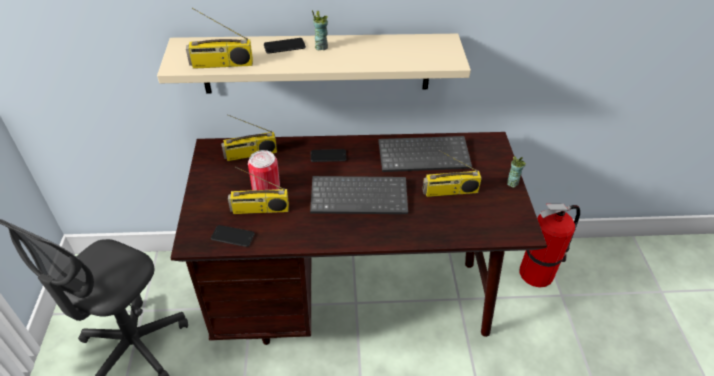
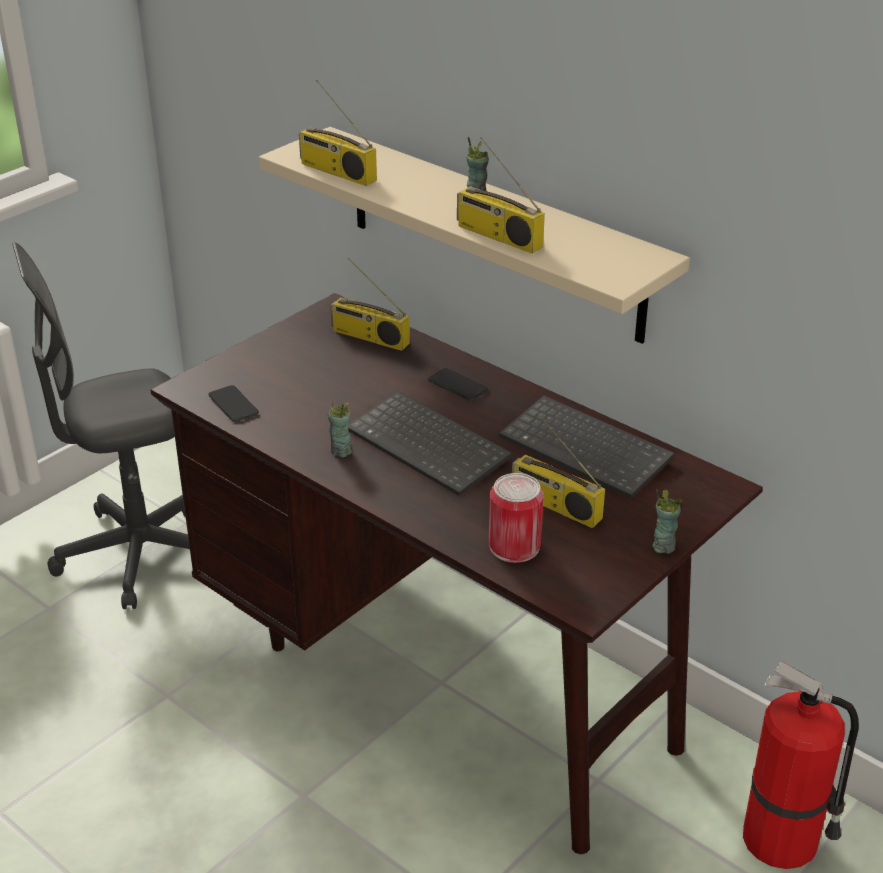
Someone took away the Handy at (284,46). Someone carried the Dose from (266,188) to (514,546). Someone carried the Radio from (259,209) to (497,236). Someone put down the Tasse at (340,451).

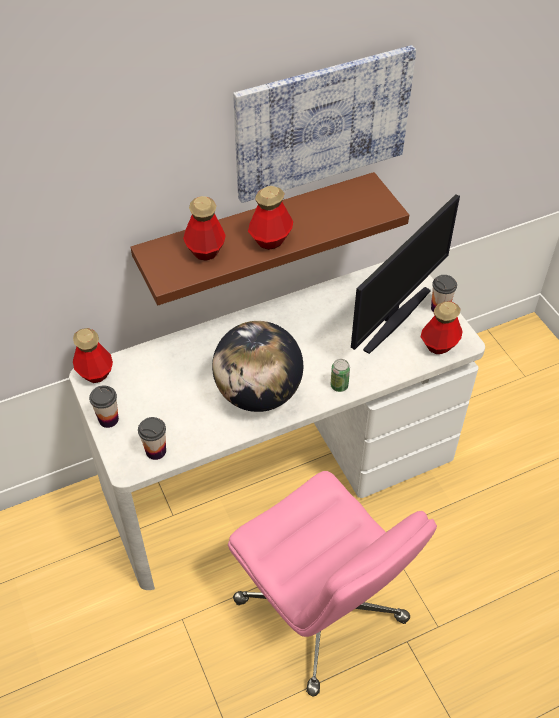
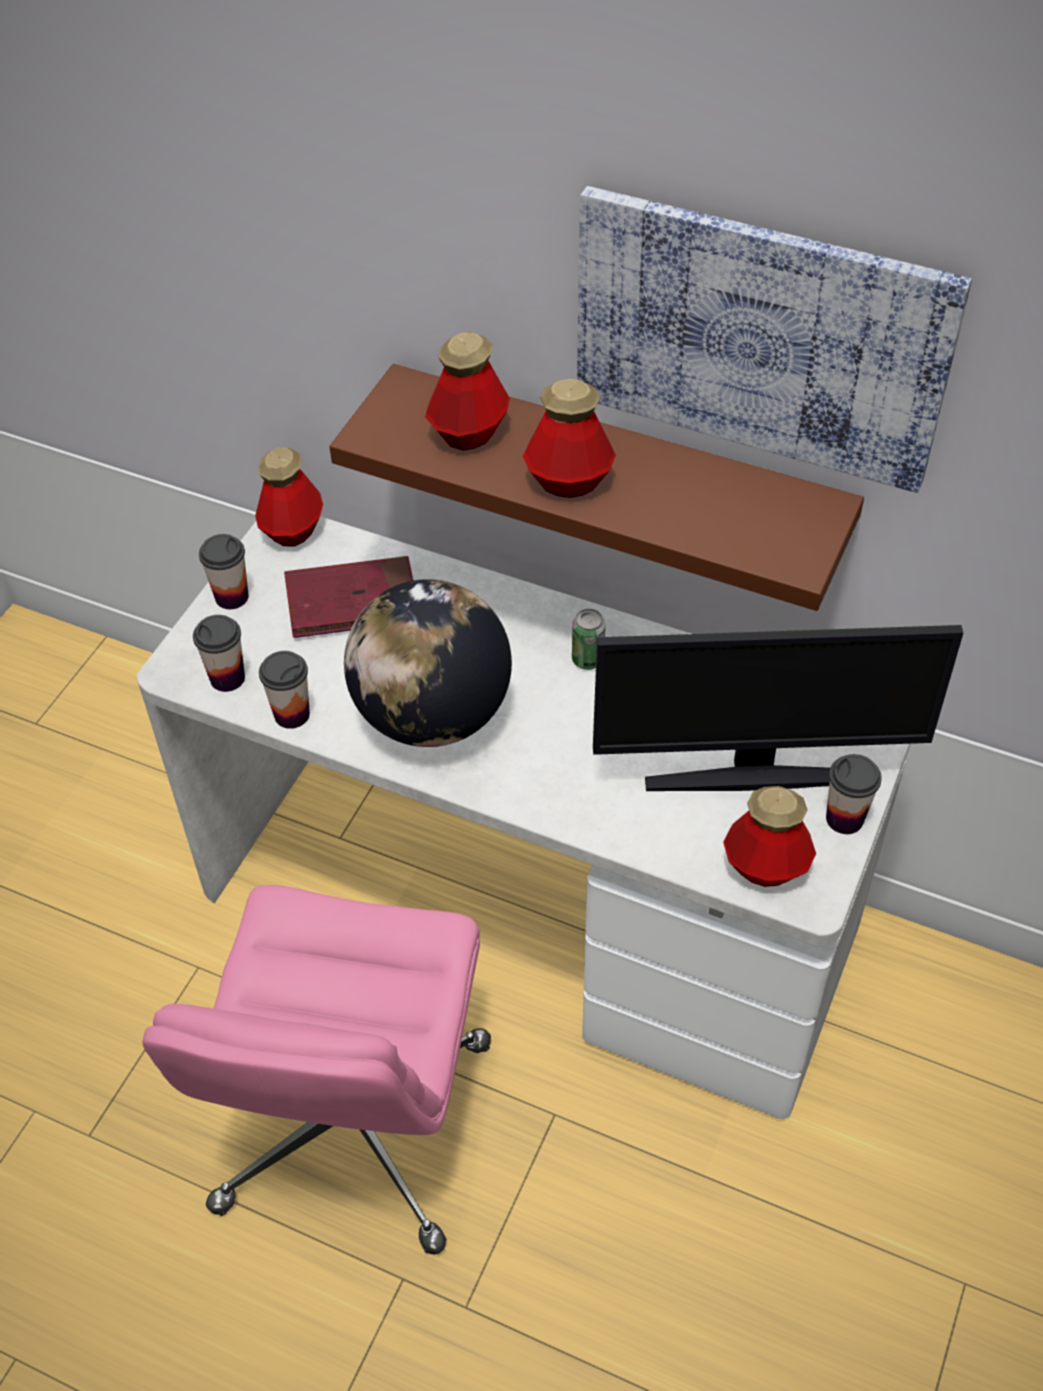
Someone carried the Dose from (339,386) to (587,659). Someone put down the Buch [rot] at (352,602). Someone put down the Tasse at (292,714).

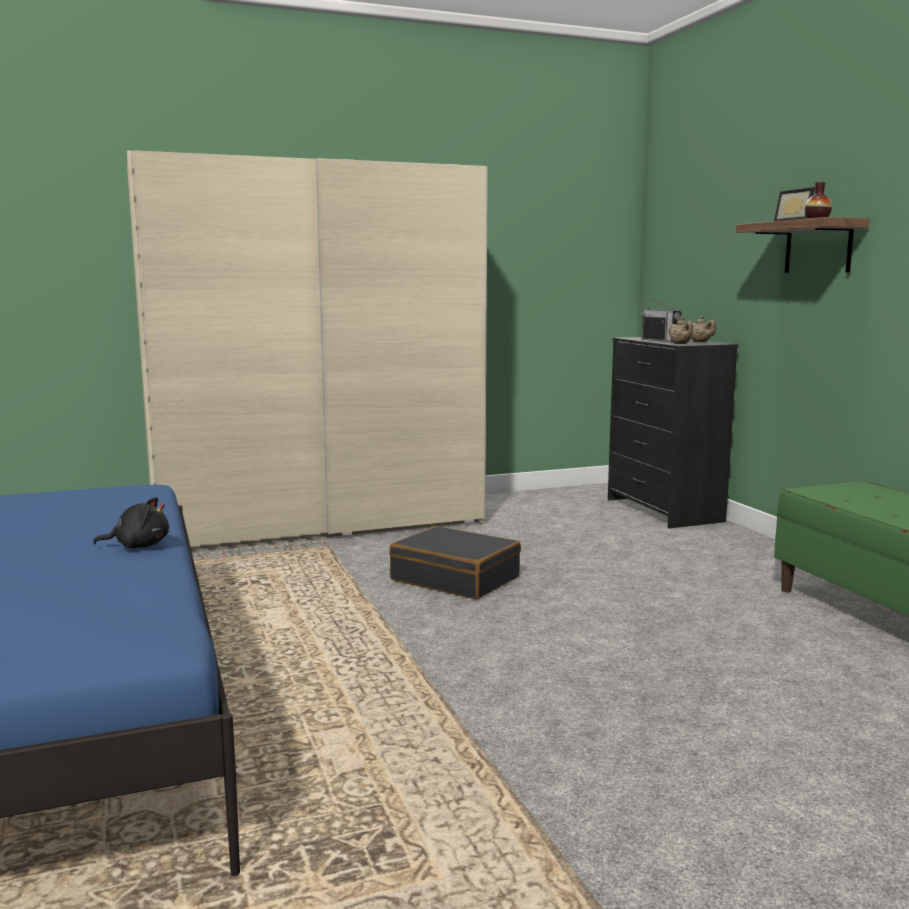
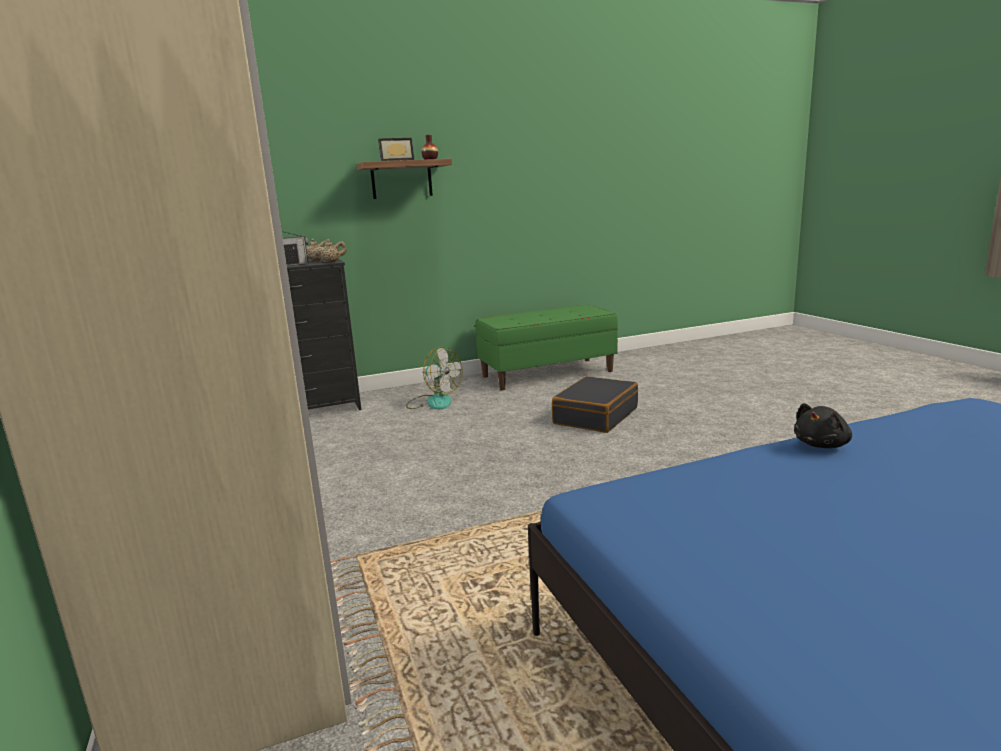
Someone rotated the Plüschtier [schwarz] at (138,546) by 120 degrees counterclockwise. Someone carried the Koffer [schwarz] from (455,578) to (595,416). Someone put down the Ventilator at (433,402).

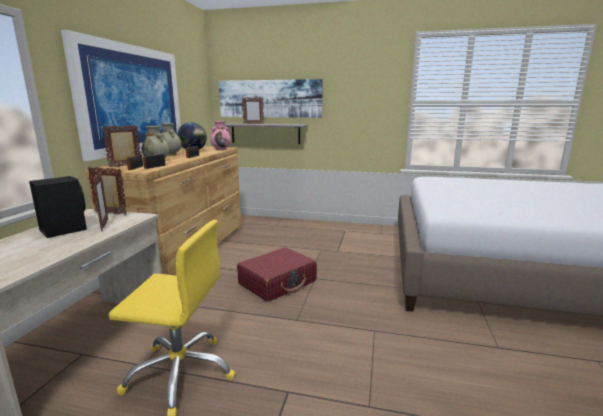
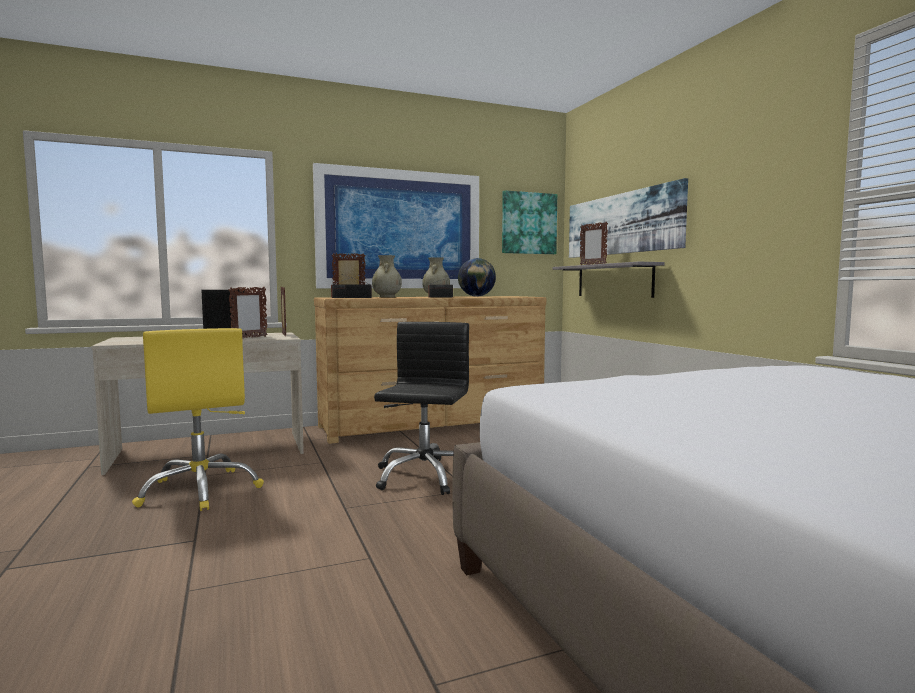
Someone took away the Vase [rosa] at (221,149). Someone swapped the Koffer [rot] at (278,282) for the Bürostuhl [schwarz] at (424,476). Someone put up the Bild at (528,223).

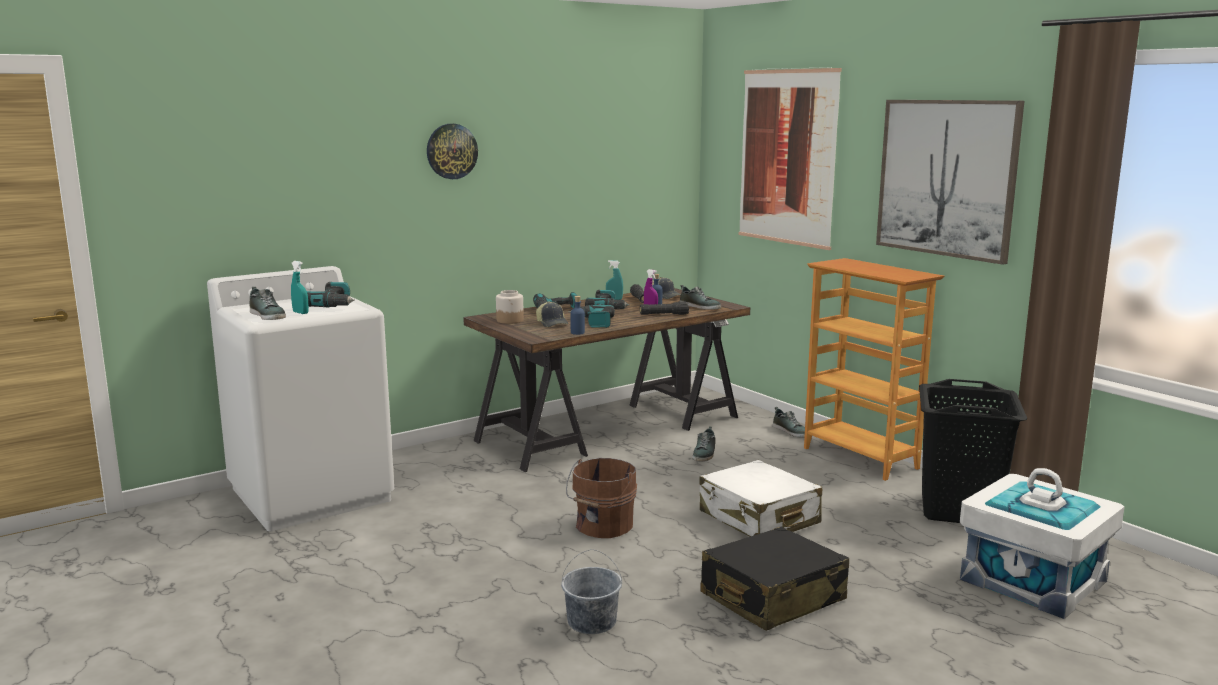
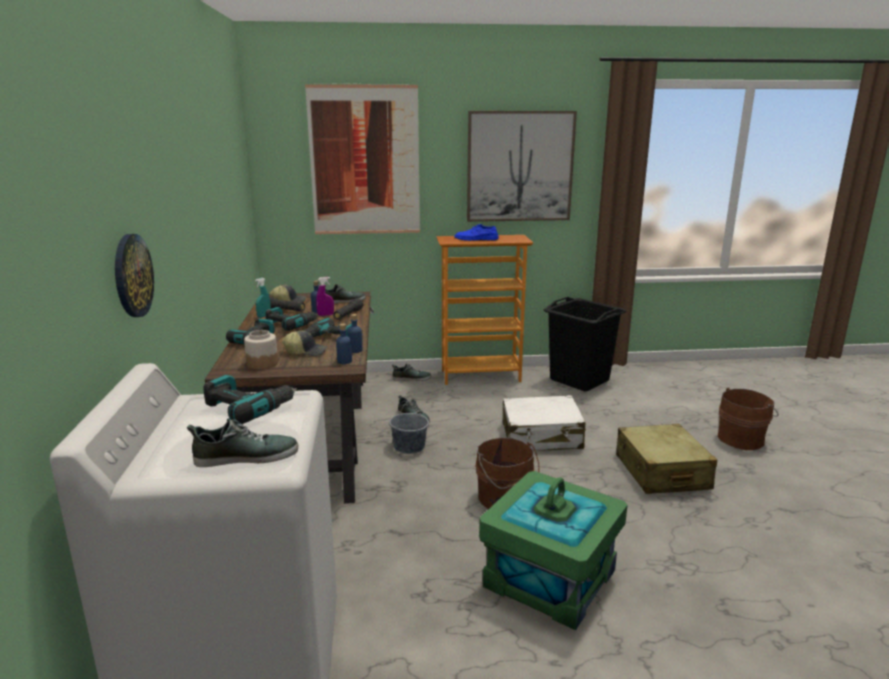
Someone carried the Wanduhr from (451,151) to (132,275). Someone took away the Sprühflasche [türkis] at (300,313). Someone took away the Aufbewahrungsbox [weiß] at (1033,580). Someone repainted the Koffer [schwarz] at (772,597), which became the Koffer [beige] at (661,472). Someone carried the Eimer [grau] from (591,621) to (409,446). Someone put down the Schuh [blau] at (476,239). Someone put down the Flasche [blau] at (344,361). Someone put down the Eimer [braun] at (742,439). Someone put down the Aufbewahrungsbox [grün] at (549,578).

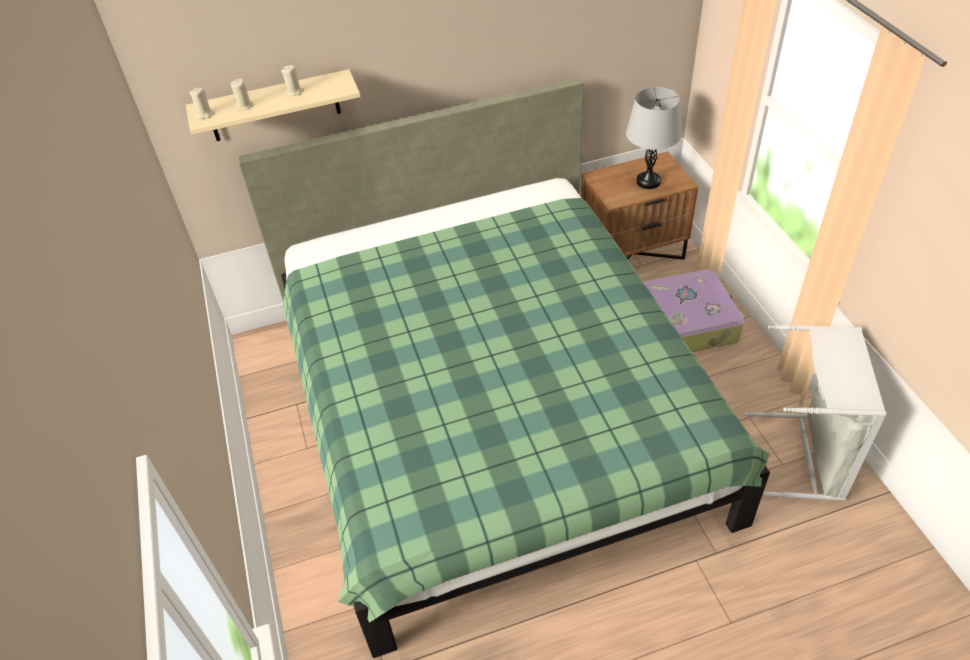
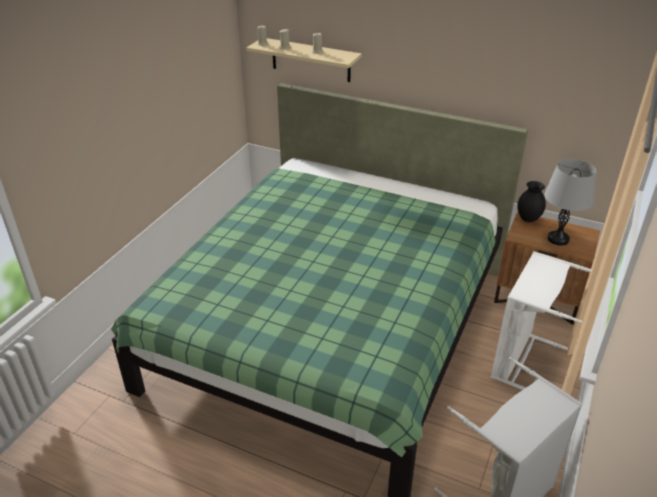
Someone swapped the Koffer at (688,322) for the Wäschekorb [weiß] at (524,361). Someone put down the Vase [schwarz] at (528,219).

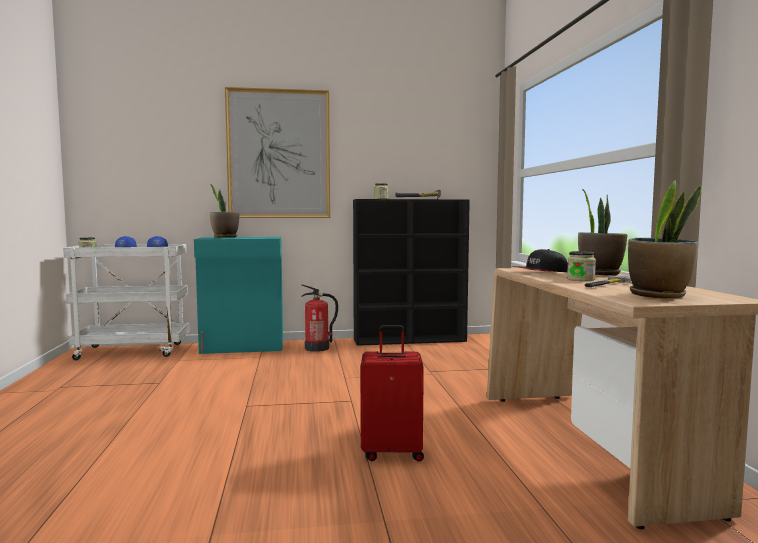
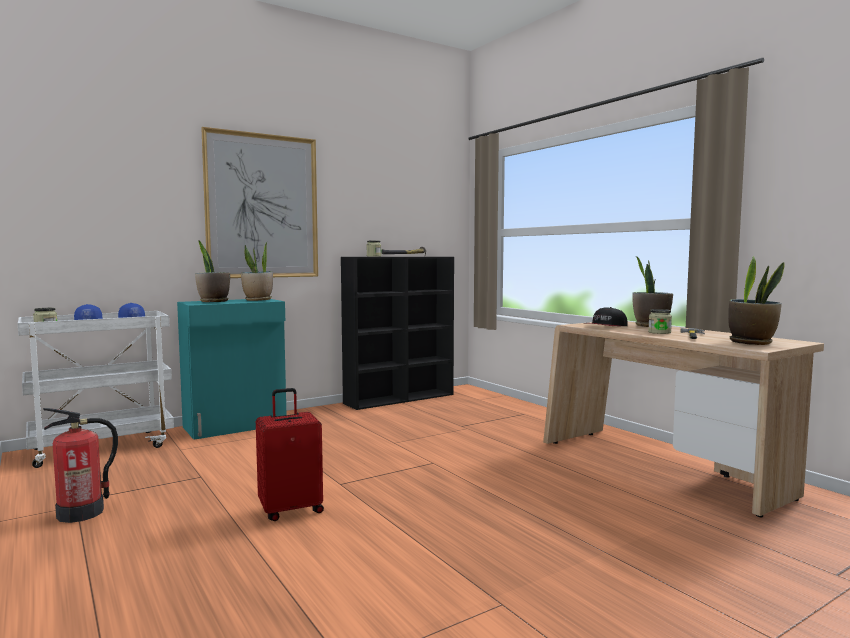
Someone carried the Feuerlöscher from (317,348) to (81,513). Someone carried the Koffer [rot] from (392,452) to (291,510). Someone put down the Topfpflanze at (258,300).

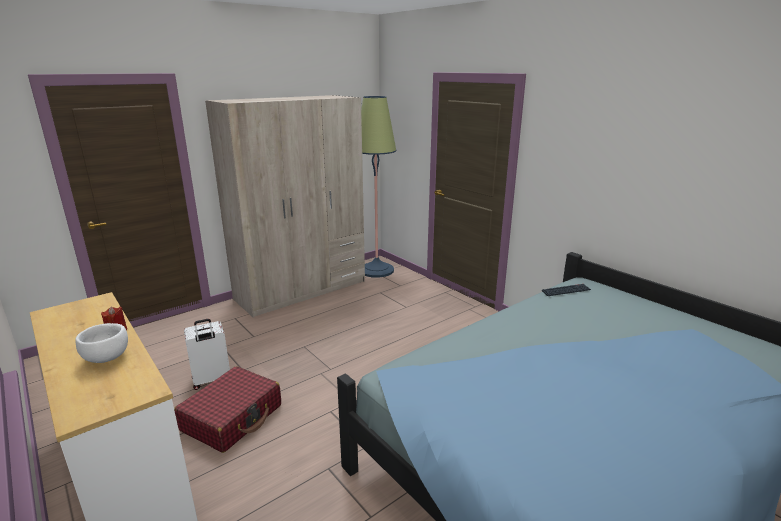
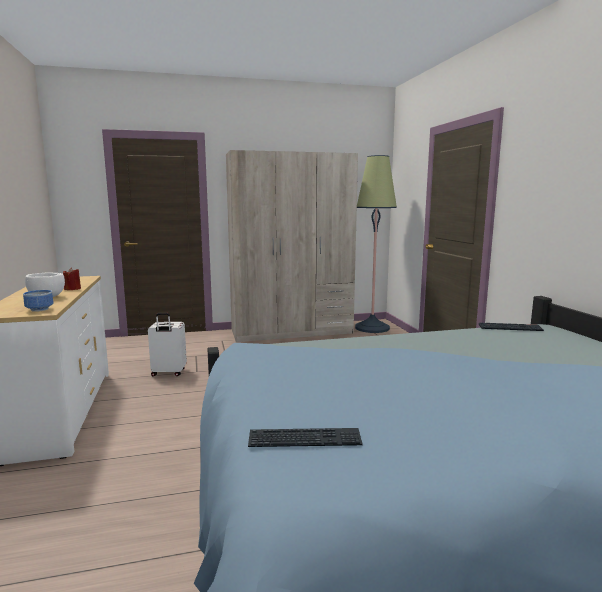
Someone took away the Koffer [rot] at (232,418). Someone put down the Schüssel at (39,310). Someone put down the Tastatur at (304,440).

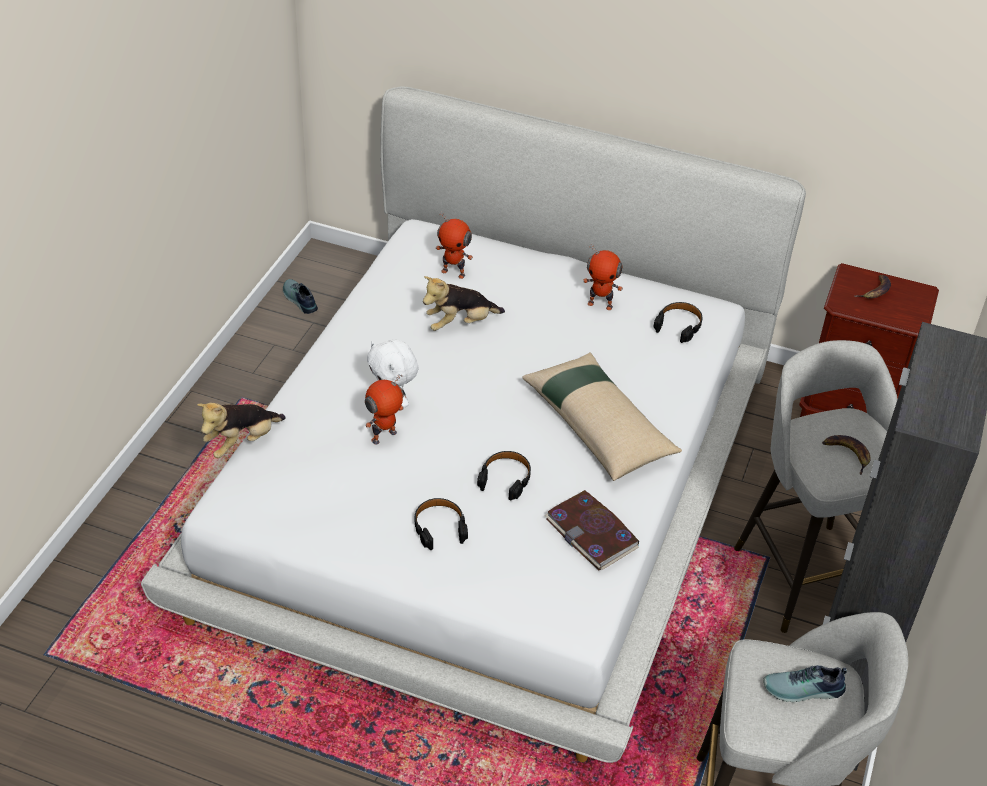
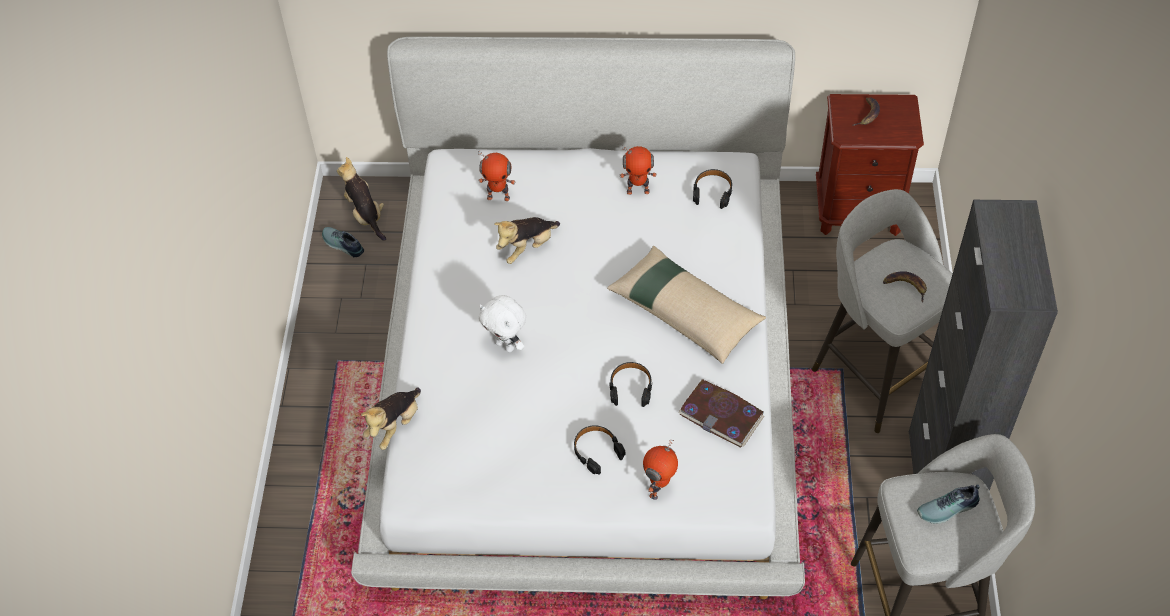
Someone carried the Spielzeugroboter from (385,437) to (659,489). Someone put down the Plüschtier at (365,215).

